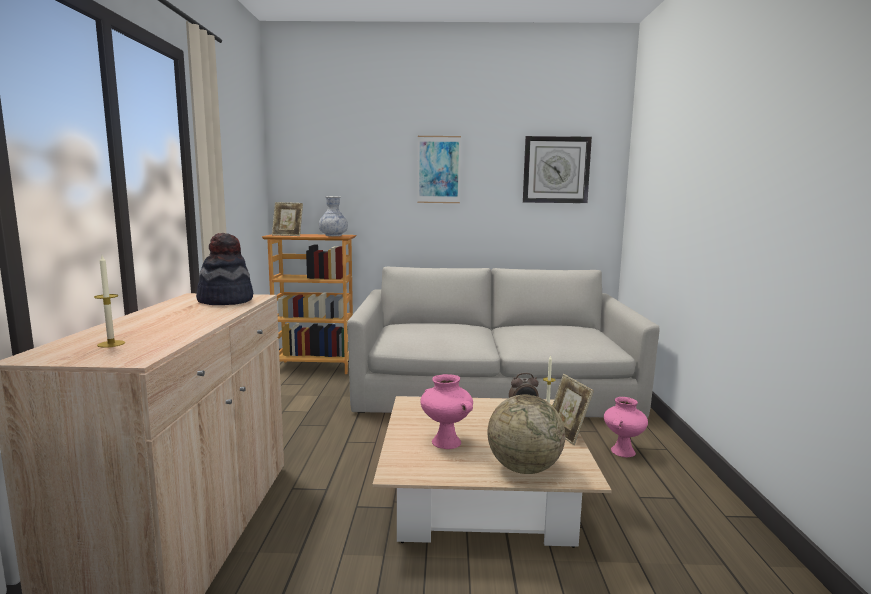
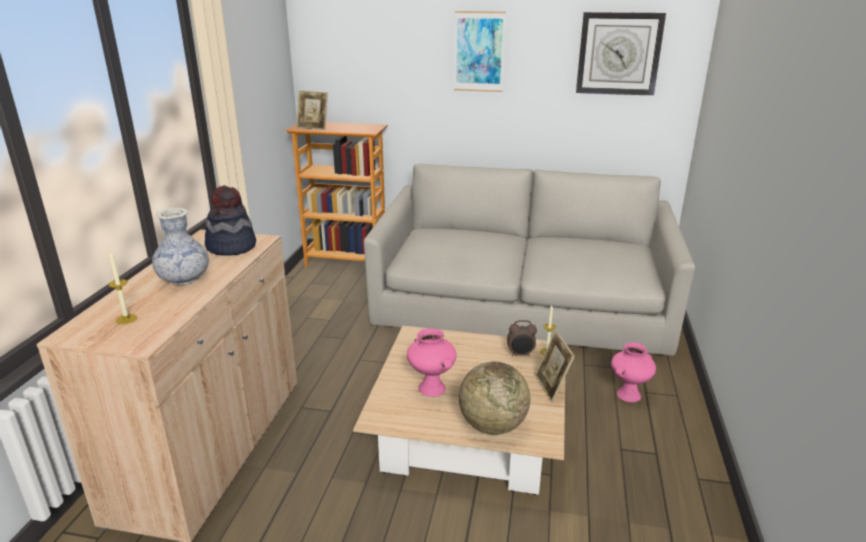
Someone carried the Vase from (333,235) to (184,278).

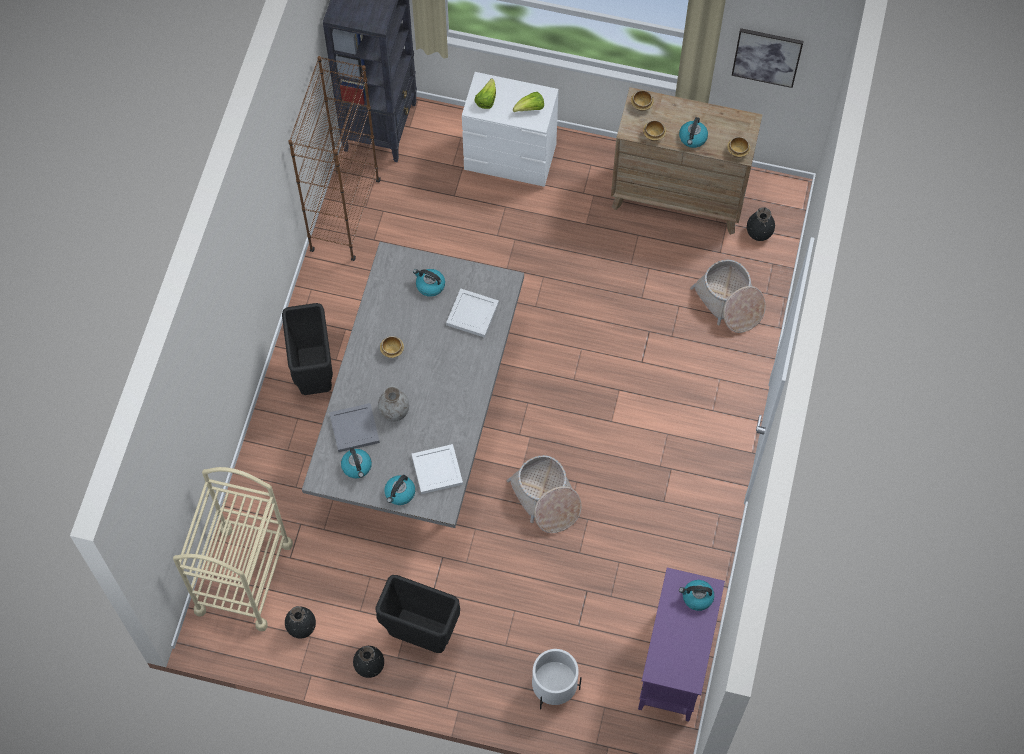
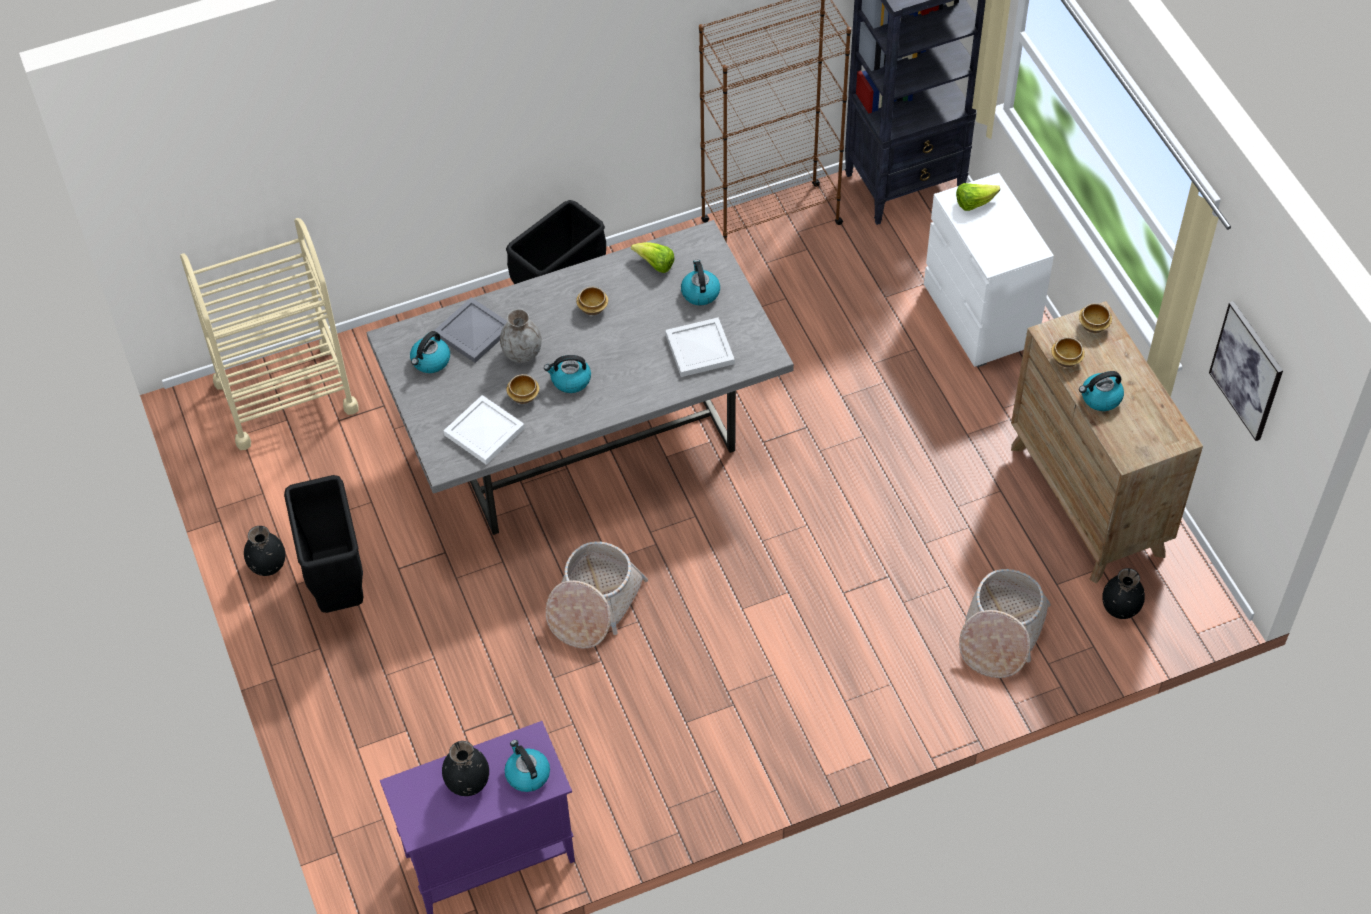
Someone carried the Salatkopf from (530,109) to (655,264). Someone carried the Schüssel from (737,152) to (523,396). Someone carried the Wasserkessel from (400,493) to (570,380). Someone carried the Vase [schwarz] from (301,627) to (467,782). Someone took away the Pflanzkübel [weiß] at (554,688).

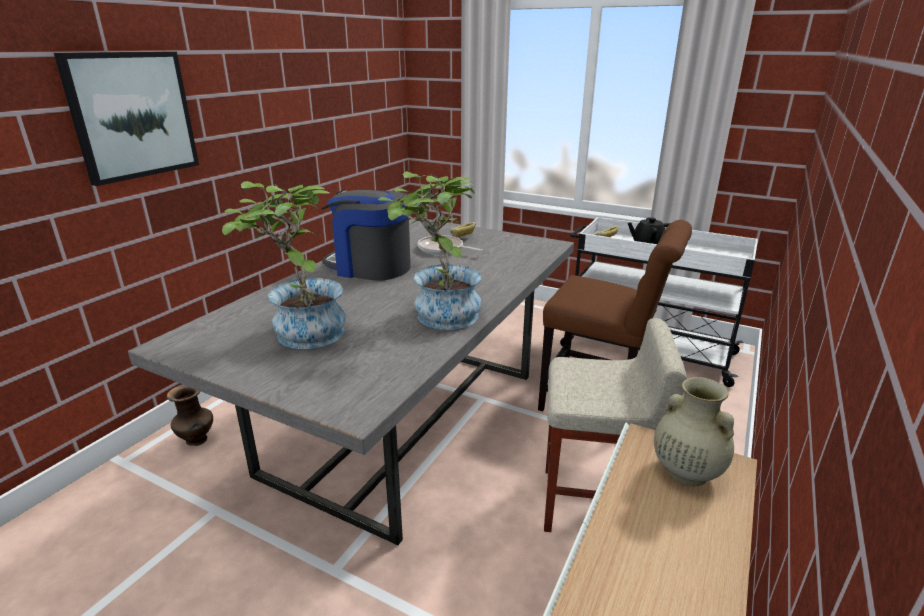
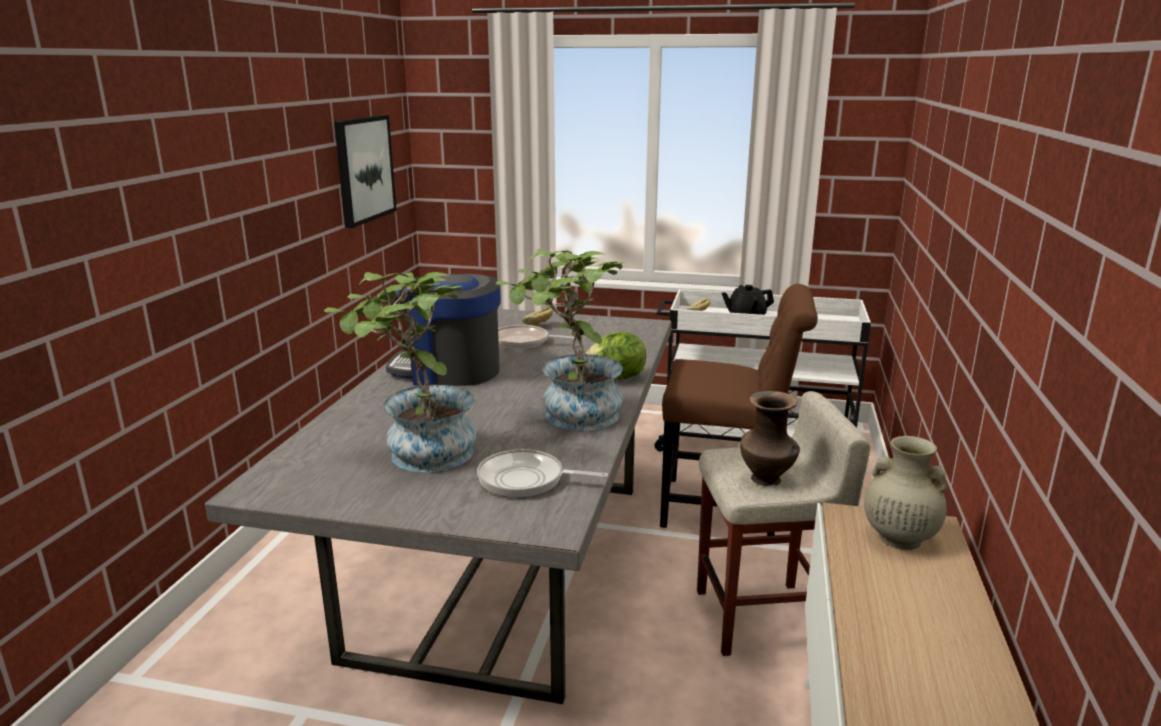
Someone carried the Bild from (132,115) to (364,169). Someone carried the Vase [braun] from (197,440) to (767,480). Someone put down the Salatkopf at (617,378). Someone put down the Pfanne at (526,480).

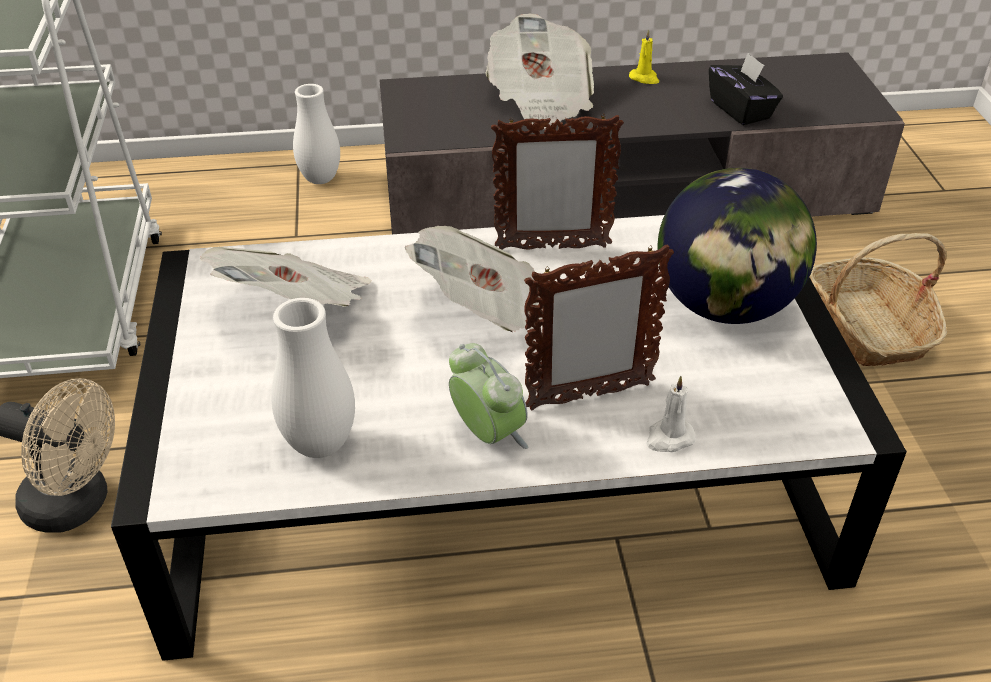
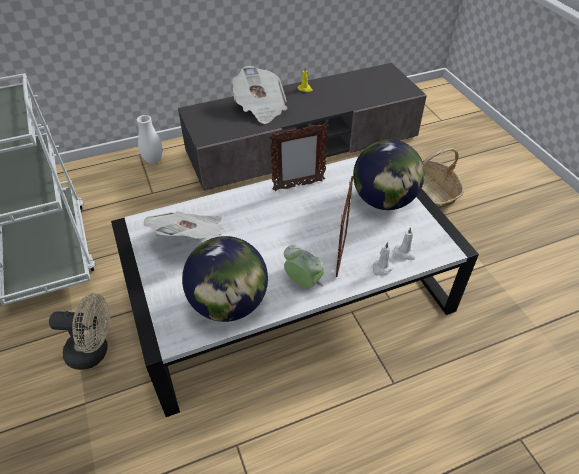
Someone took away the Taschentuchbox [schwarz] at (741,110). Someone took away the Zeitung at (493,314). Someone rotated the Bilderrahmen at (588,396) by 45 degrees counterclockwise. Someone swapped the Vase [weiß] at (320,444) for the Globus at (229,304). Someone put down the Kerze [weiß] at (405,253).

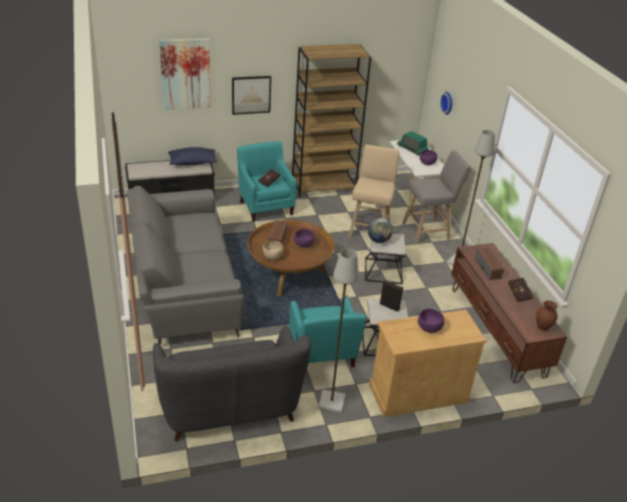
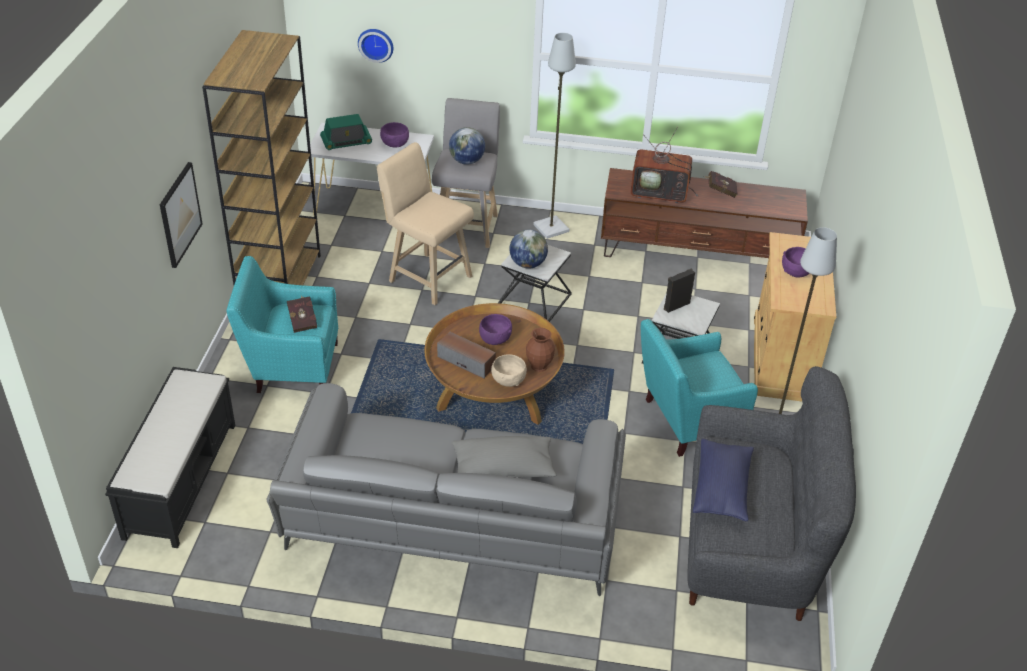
Someone took away the Bild at (185,74). Someone carried the Kissen [blau] from (192,163) to (721,489). Someone swapped the Lautsprecher at (488,268) for the Fernseher at (661,192). Someone rotated the Sessel [türkis] at (321,356) by 150 degrees clockwise. Someone carried the Vase [braun] from (542,327) to (538,366). Someone put down the Globus at (466,161). Someone put down the Kissen [grau] at (503,469).

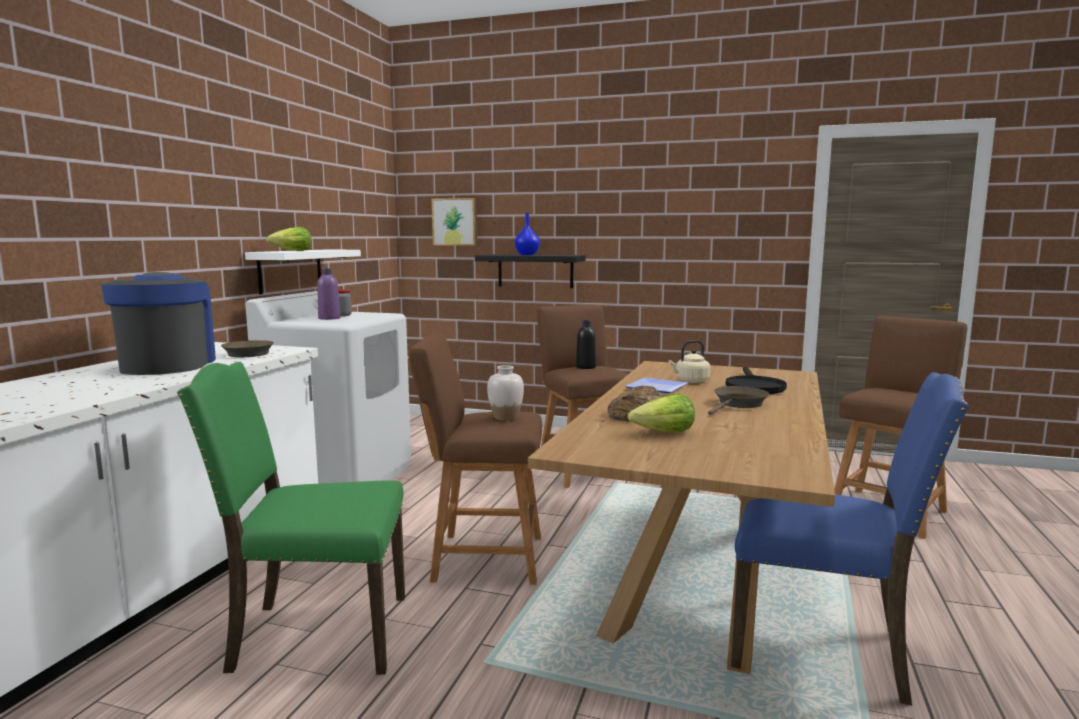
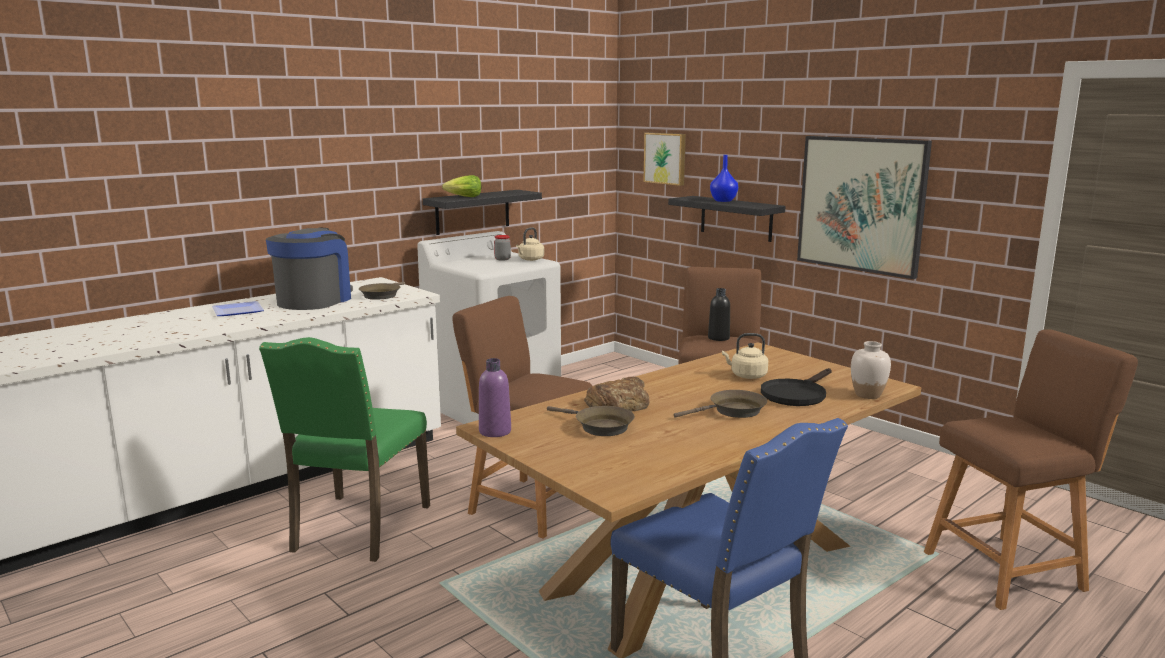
Someone repainted the Wandregal [weiß] at (290,270), which became the Wandregal [schwarz] at (472,212). Someone carried the Flasche [lila] from (329,318) to (495,431). Someone rotated the Stuhl [grün] at (316,634) by 105 degrees counterclockwise. Someone carried the Vase [weiß] from (505,417) to (867,395). Someone carried the Teller from (654,388) to (236,311). Someone swapped the Salatkopf at (664,433) for the Pfanne [braun] at (599,426). Someone put up the Bild at (861,204). Someone put down the Wasserkessel [beige] at (530,259).

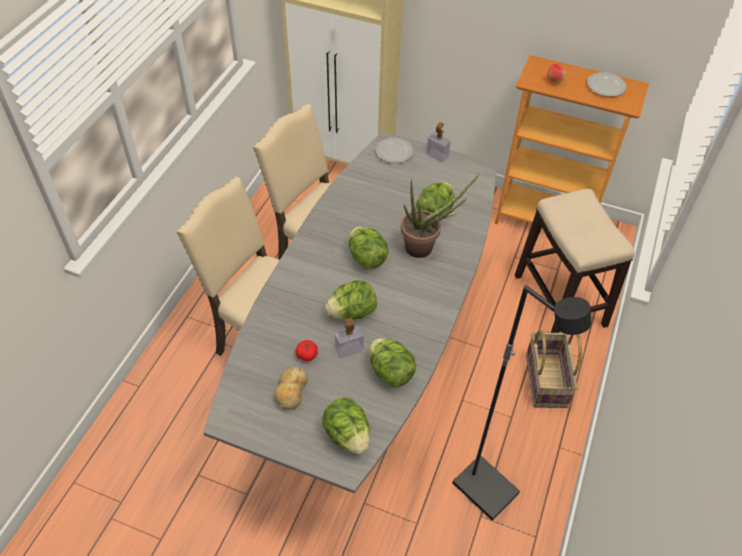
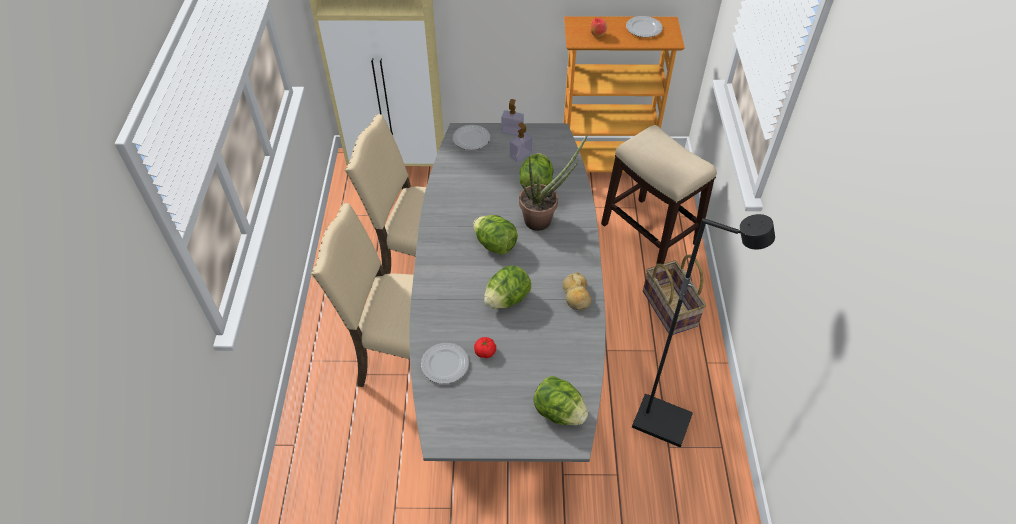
Someone carried the Seifenspender from (349,349) to (520,155). Someone took away the Salatkopf at (390,372). Someone carried the Brot from (291,392) to (576,296). Someone put down the Teller at (445,364).

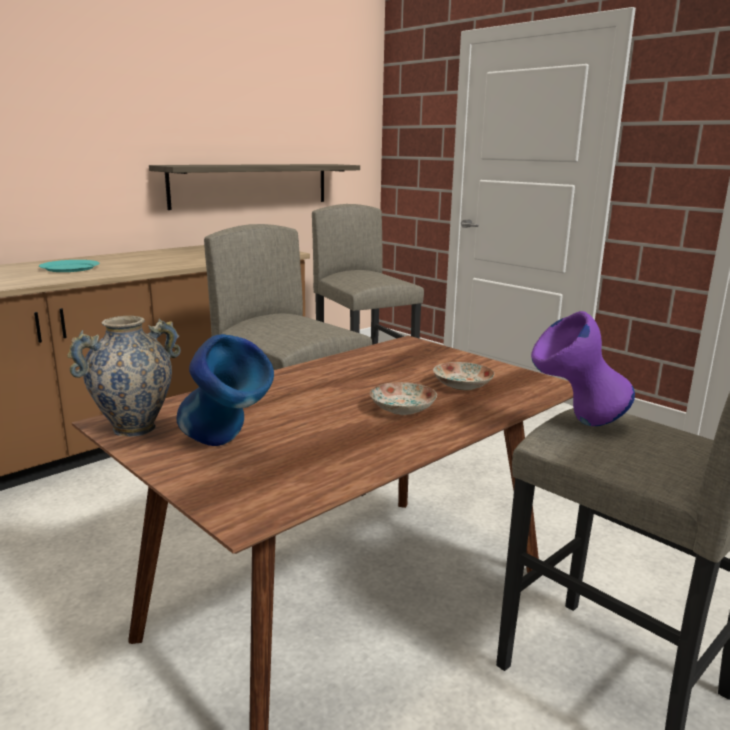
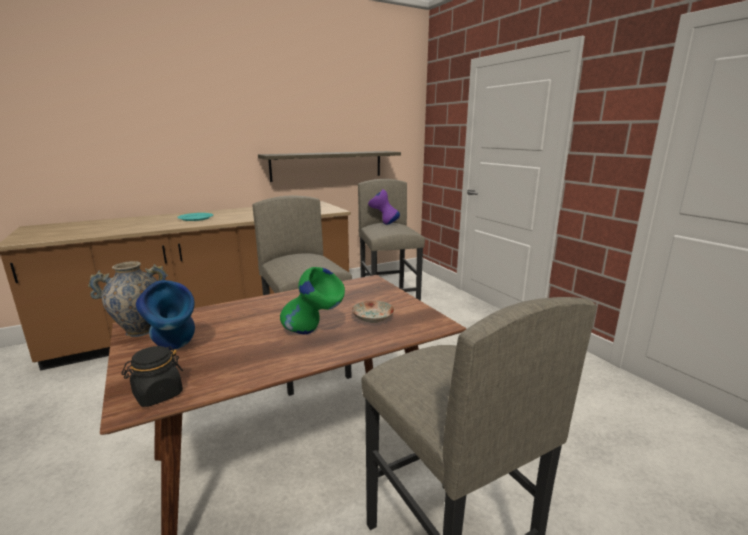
Someone carried the Vase [lila] from (576,423) to (383,224). Someone swapped the Teller at (402,409) for the Vase [grün] at (313,334). Someone put down the Vorratsglas [schwarz] at (158,394).

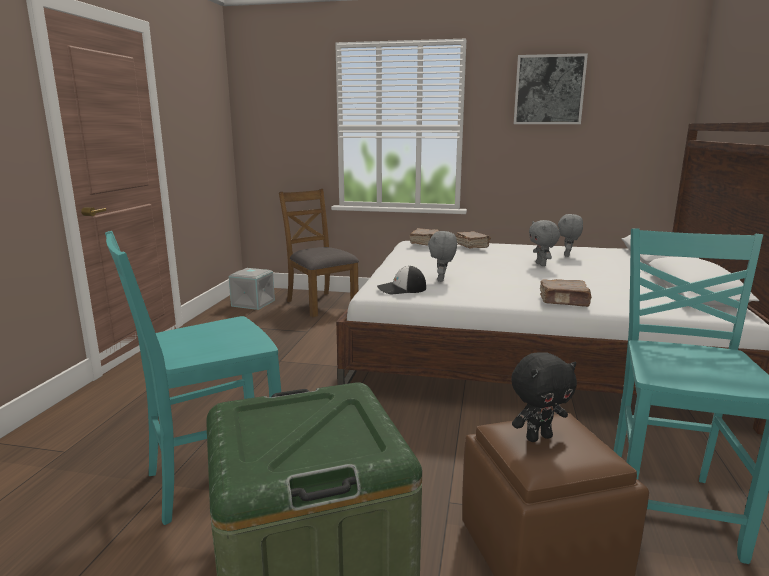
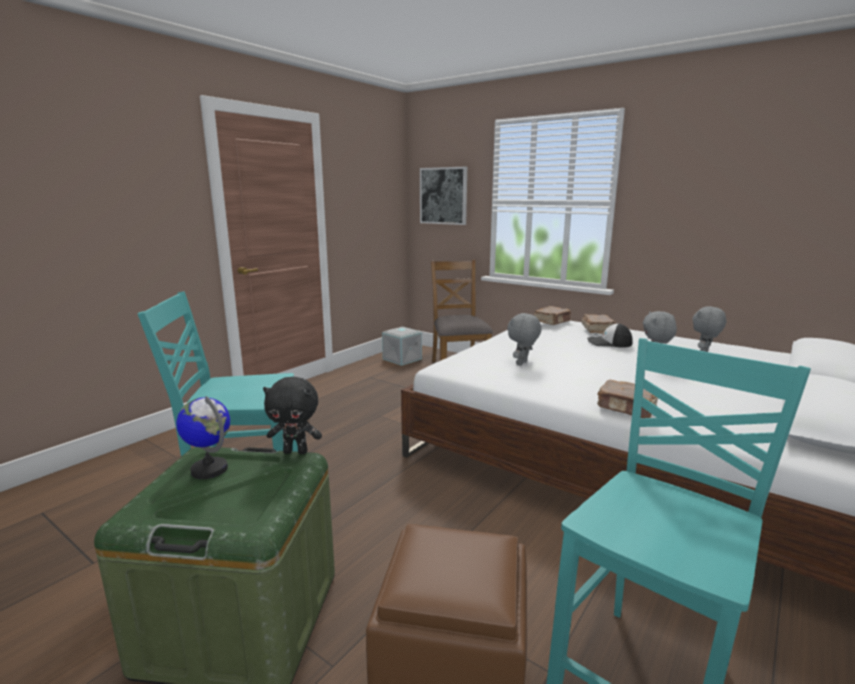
Someone carried the Bild from (549,90) to (443,196). Someone carried the Kappe from (401,289) to (609,343). Someone carried the Plüschtier [schwarz] from (538,437) to (296,451). Someone put down the Globus at (209,469).

